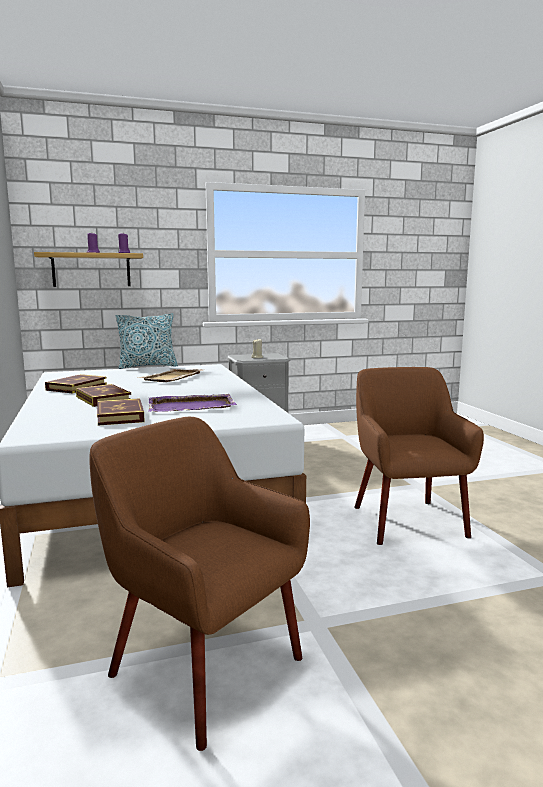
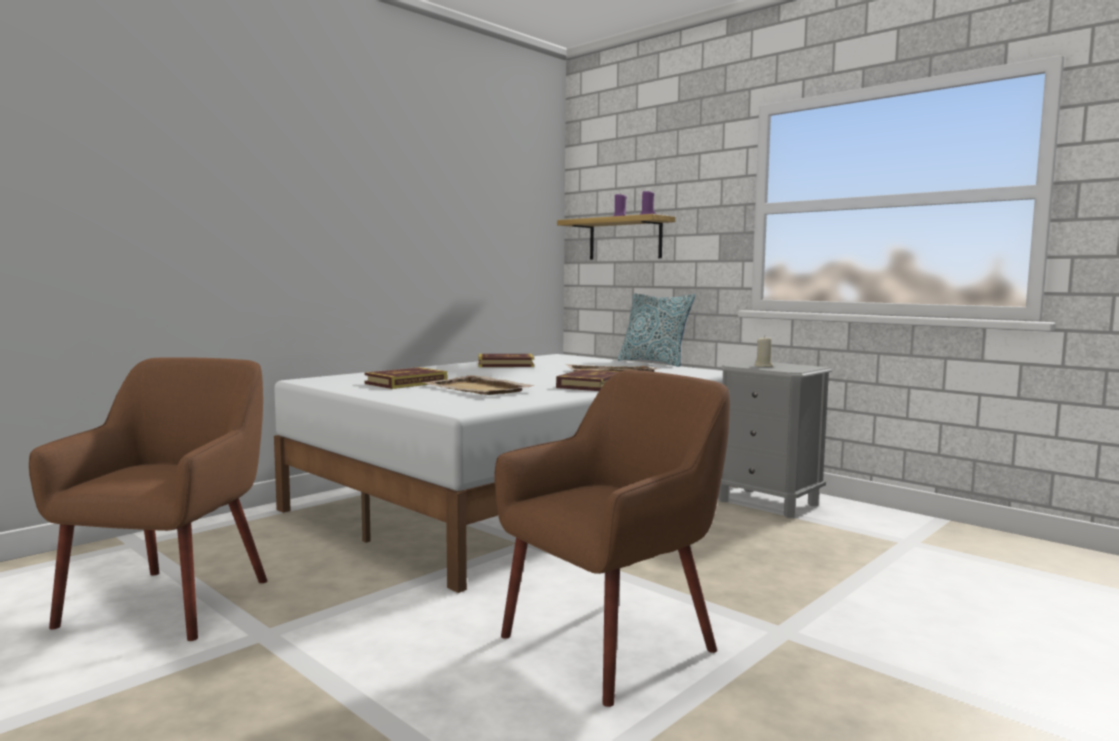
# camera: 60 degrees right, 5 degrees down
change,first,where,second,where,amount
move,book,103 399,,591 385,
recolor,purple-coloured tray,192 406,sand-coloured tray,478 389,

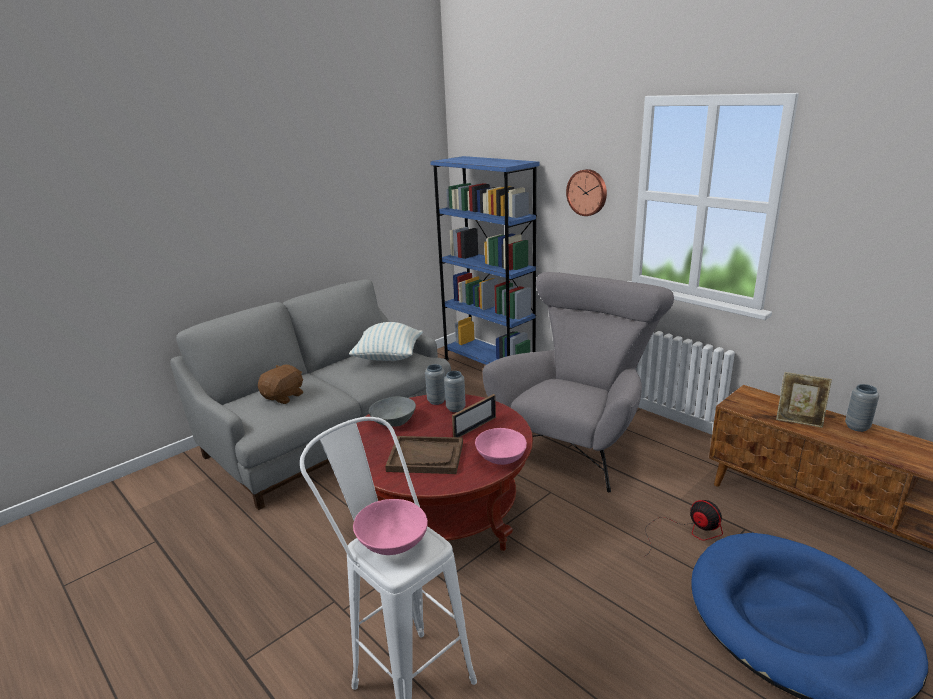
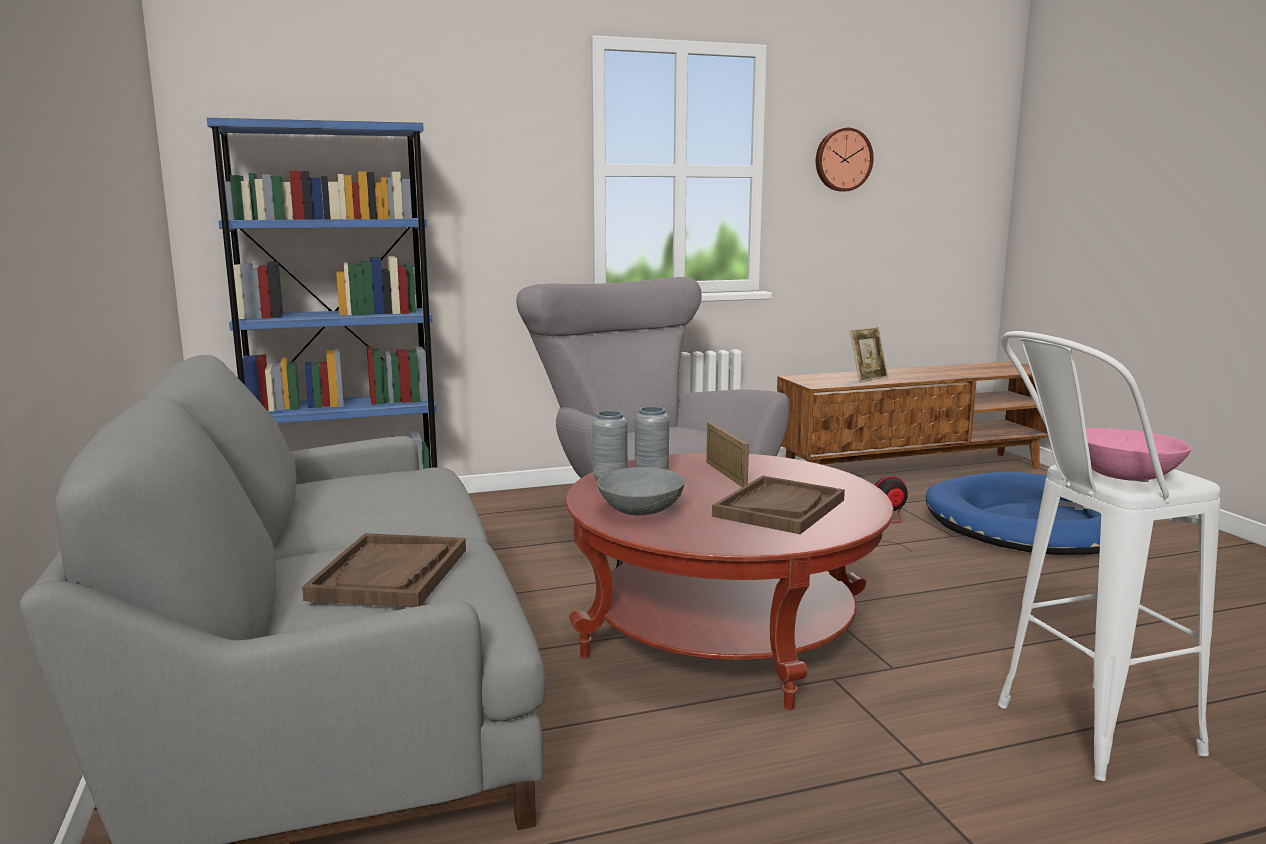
# camera: 65 degrees left, 10 degrees down
change,first,where,second,where,amount
move,clock on the wall,587 192,,842 160,
delete,cushion,388 358,,,
replace,brown cuddly toy,284 397,brown tray,390 574,
delete,gray decorative vase,857 427,,,
delete,pink-coloured serving bowl,500 457,,,

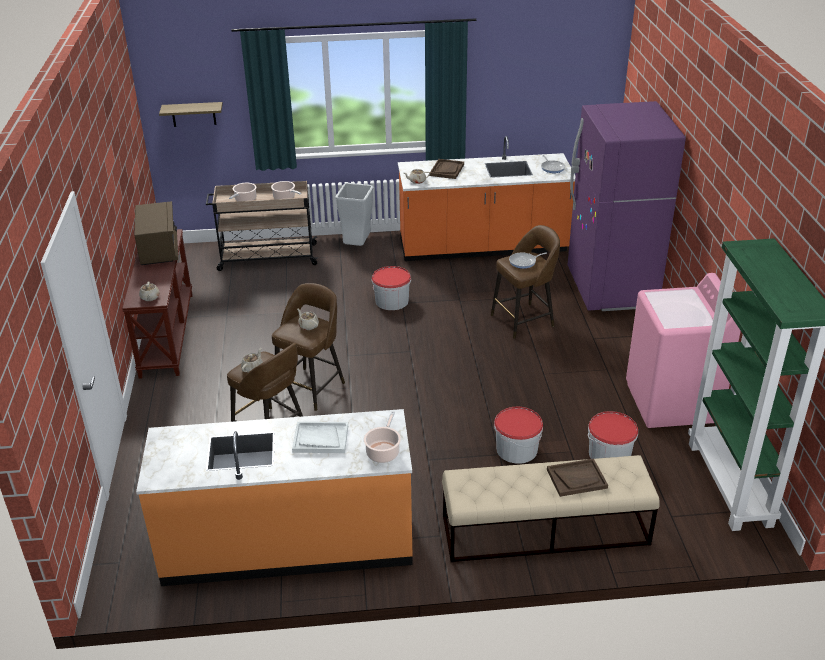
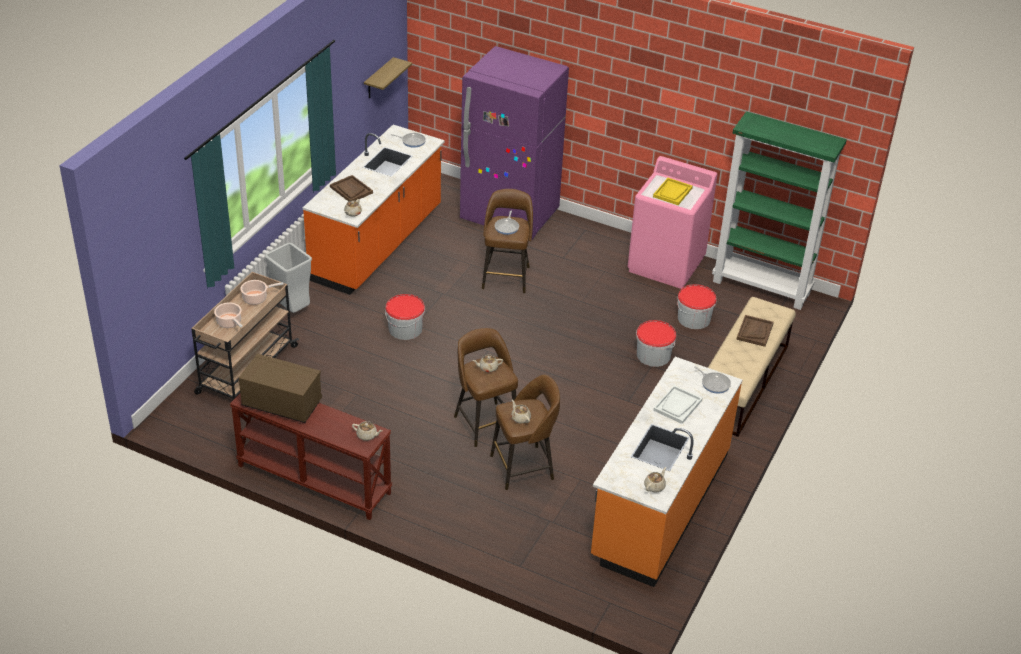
# camera: 60 degrees left, 5 degrees up
change,first,where,second,where,amount
move,bracket shelf,193 114,,378 79,
replace,cooking pot,383 451,skillet,714 383,
insert,,,yellow-coloured tray,672 192,
insert,,,sand-coloured teapot,654 486,

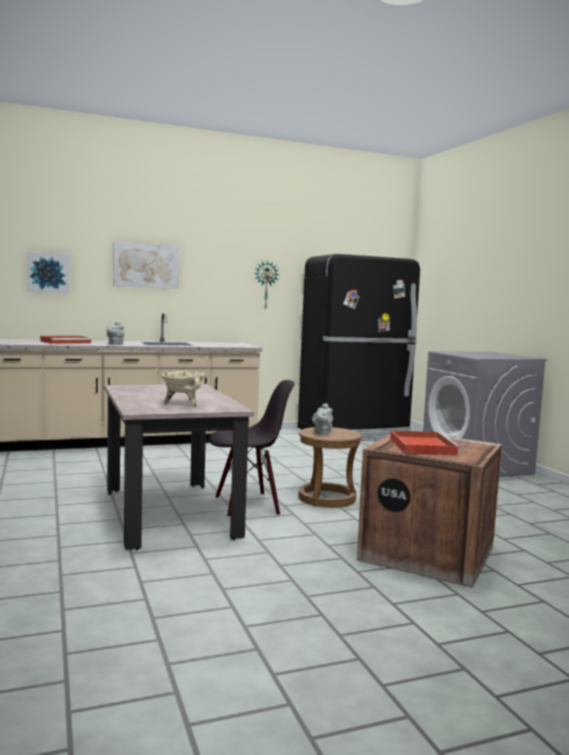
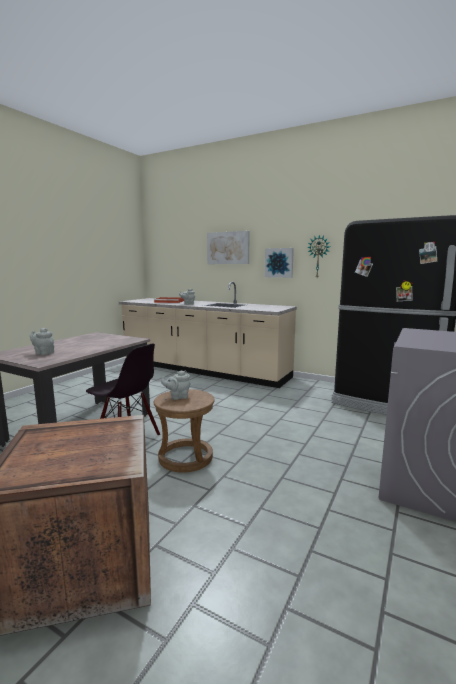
# camera: 50 degrees right, 5 degrees up
change,first,where,second,where,amount
move,picture,48 273,,279 262,
replace,sand-coloured cooking pot,182 404,gray teapot,43 353,
delete,reddish tray,421 446,,,

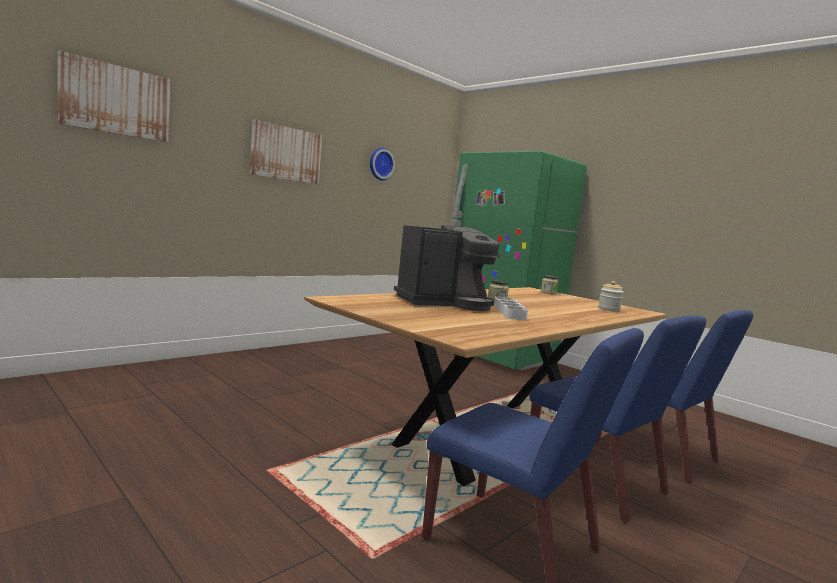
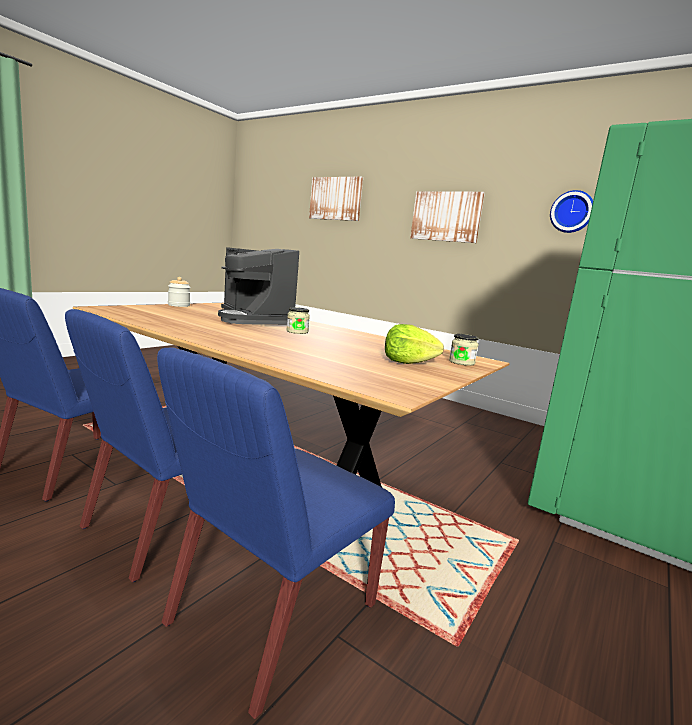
# camera: 80 degrees right, 5 degrees up
change,first,where,second,where,amount
move,jar,609 309,,179 305,
delete,white-coloured tray,509 312,,,
insert,,,lettuce,408 362,

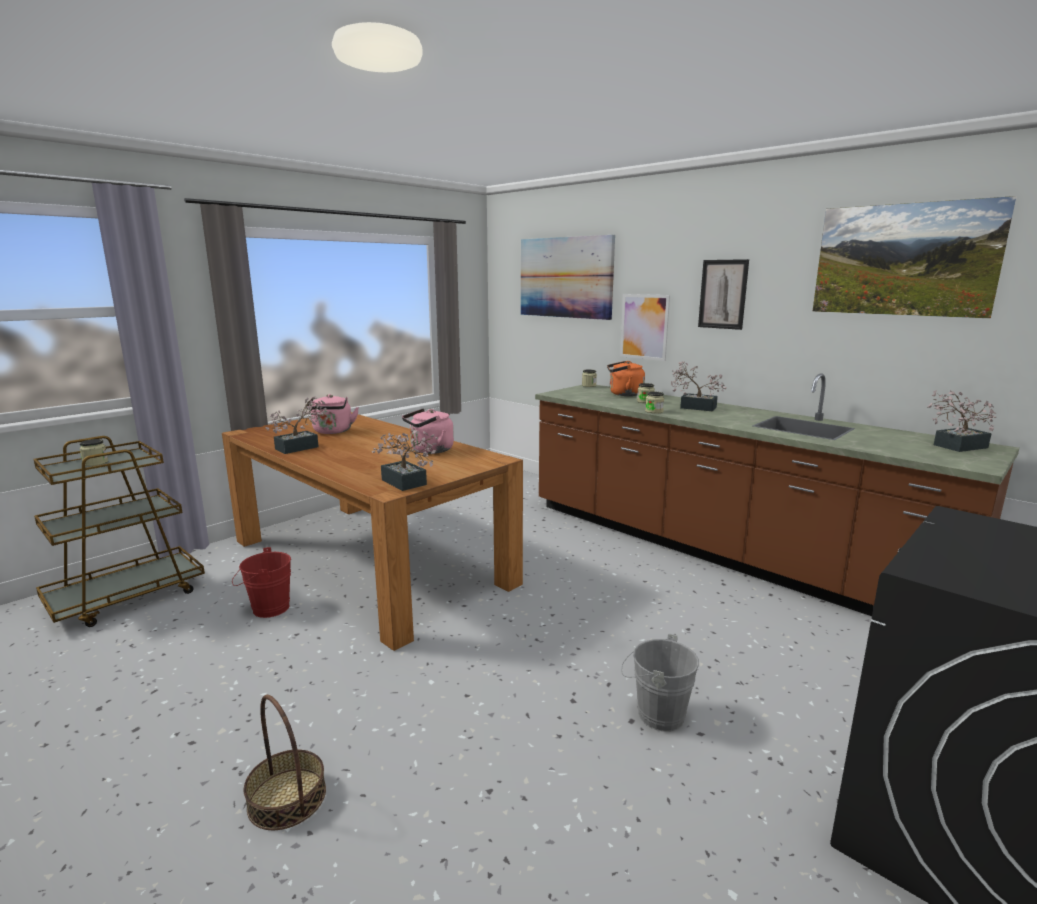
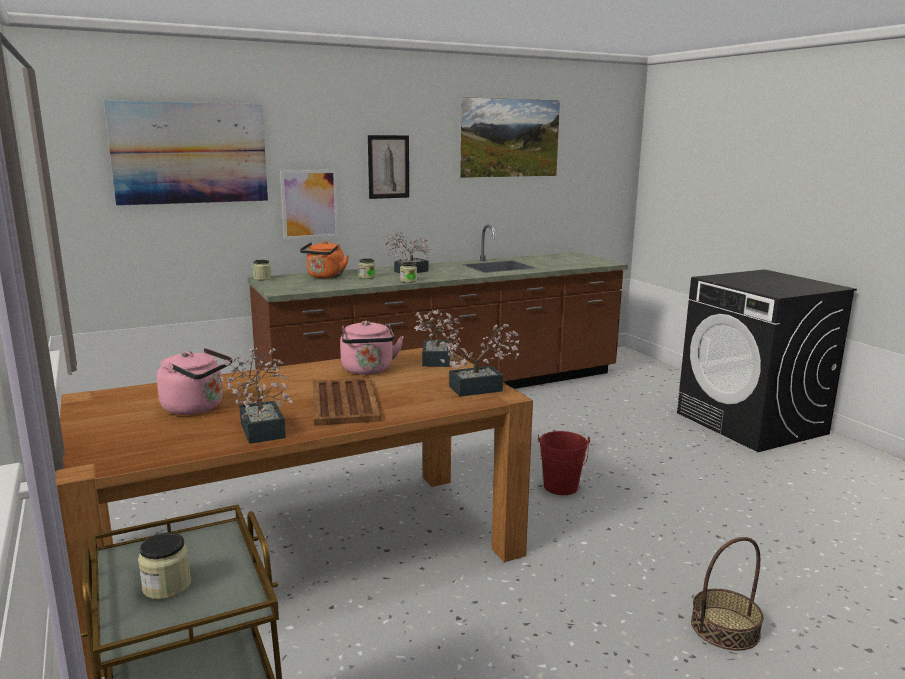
# camera: 70 degrees left, 0 degrees up
change,first,where,second,where,amount
move,plant in a pot,955 446,,435 362,
move,reddish bucket,266 609,,561 489,
delete,gray bucket,655 713,,,
insert,,,brown tray,345 402,

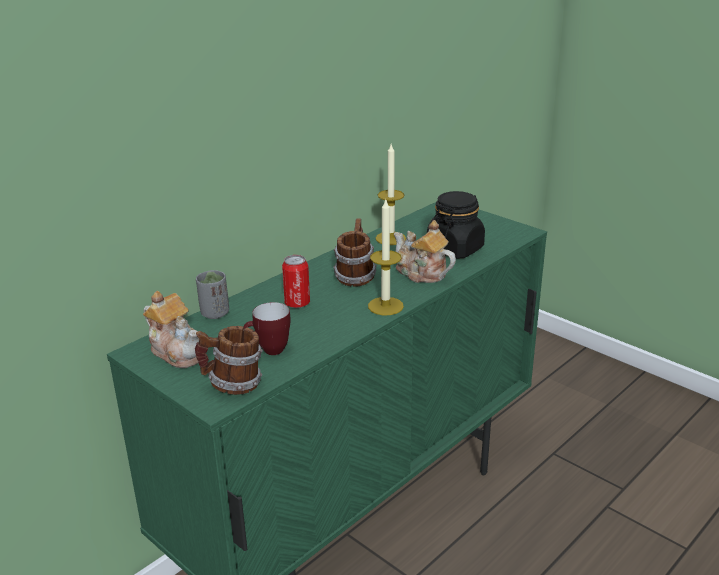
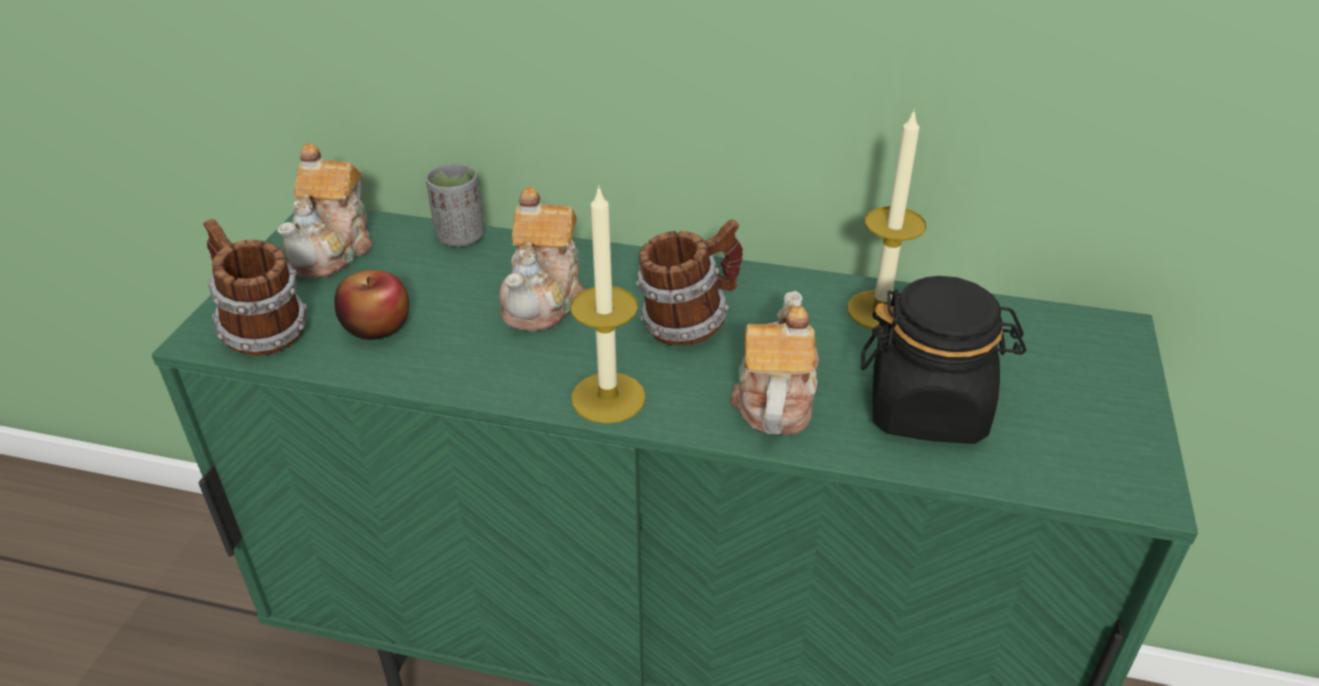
# camera: 60 degrees right, 10 degrees up
change,first,where,second,where,amount
replace,can,297 303,teapot,545 298,
replace,coffee mug,268 351,apple fruit,377 326,

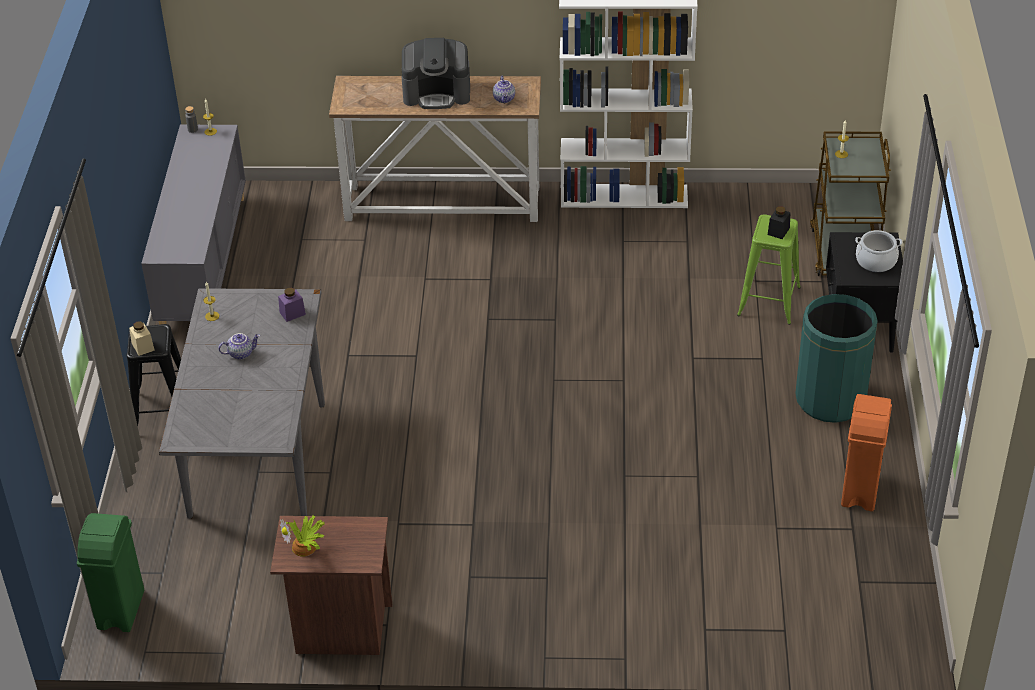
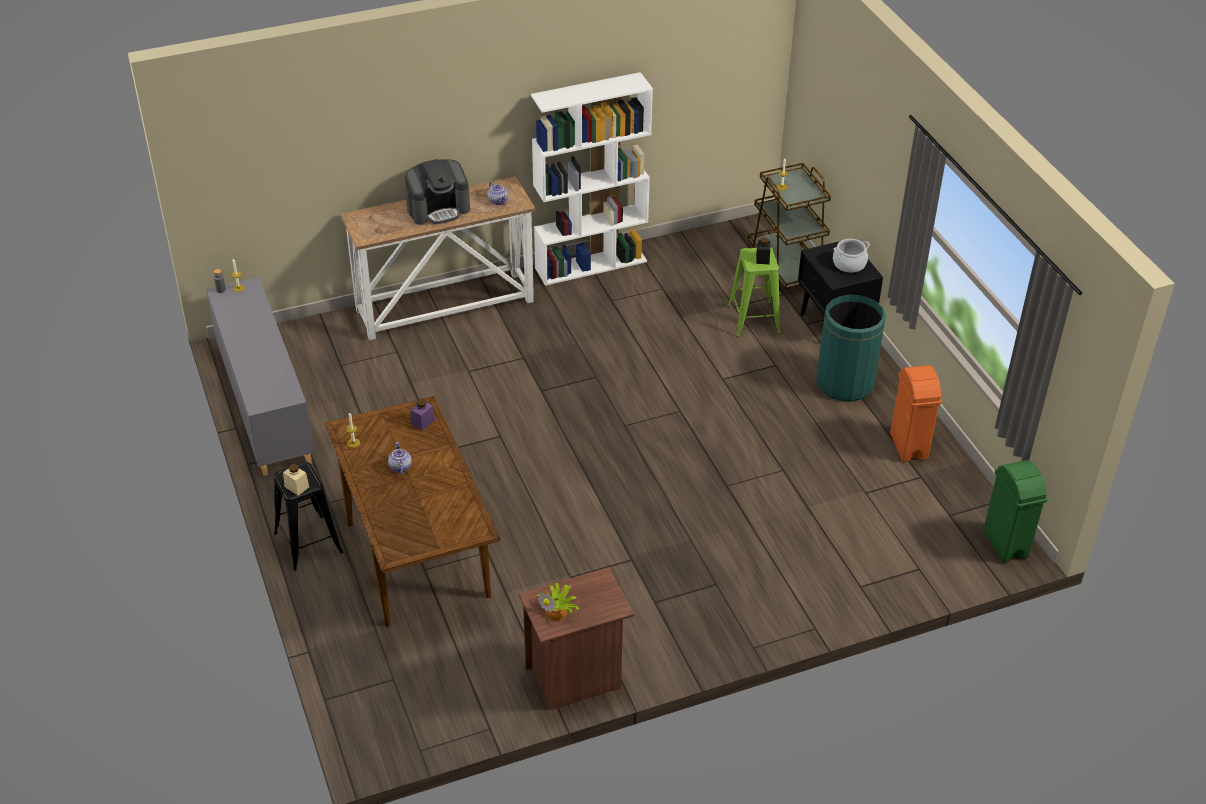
# camera: 25 degrees left, 0 degrees up
change,first,where,second,where,amount
recolor,gray kitchen table,257 457,brown kitchen table,417 557,
rotate,teapot,241 353,,399 467,60 degrees counterclockwise
move,greenish trash can,120 610,,1005 544,

